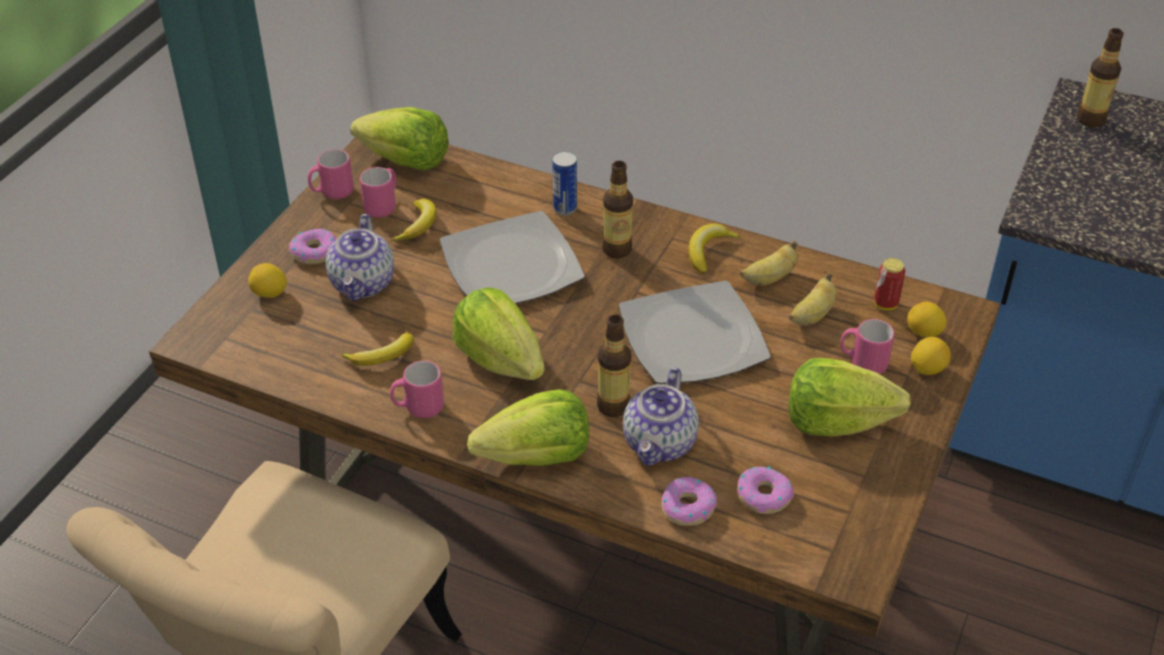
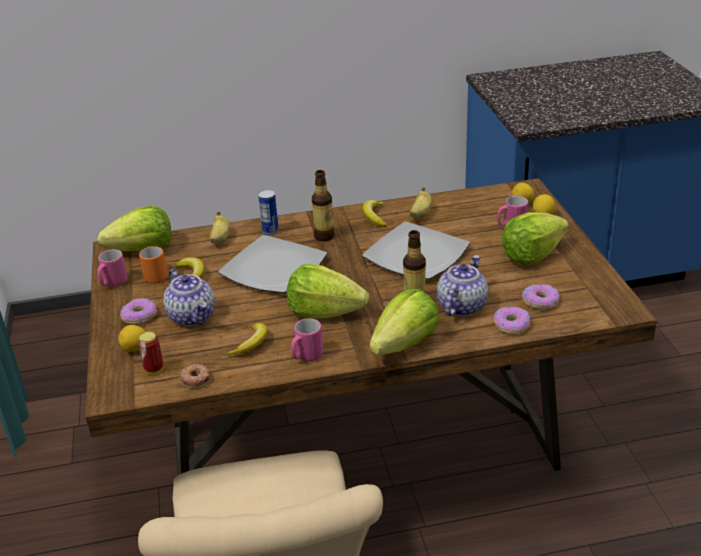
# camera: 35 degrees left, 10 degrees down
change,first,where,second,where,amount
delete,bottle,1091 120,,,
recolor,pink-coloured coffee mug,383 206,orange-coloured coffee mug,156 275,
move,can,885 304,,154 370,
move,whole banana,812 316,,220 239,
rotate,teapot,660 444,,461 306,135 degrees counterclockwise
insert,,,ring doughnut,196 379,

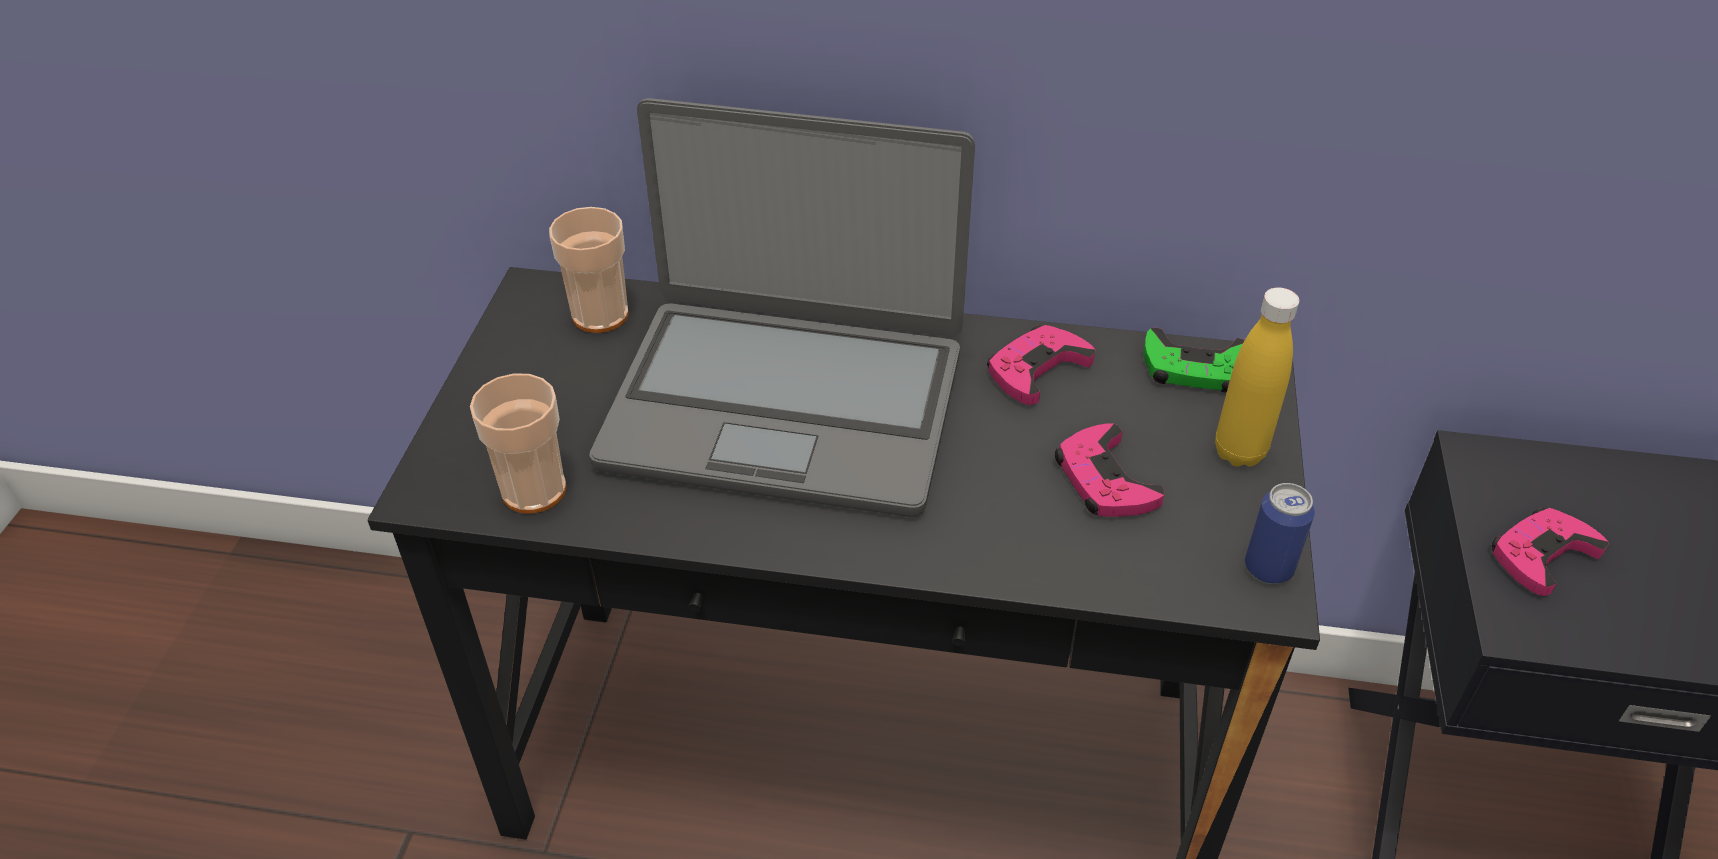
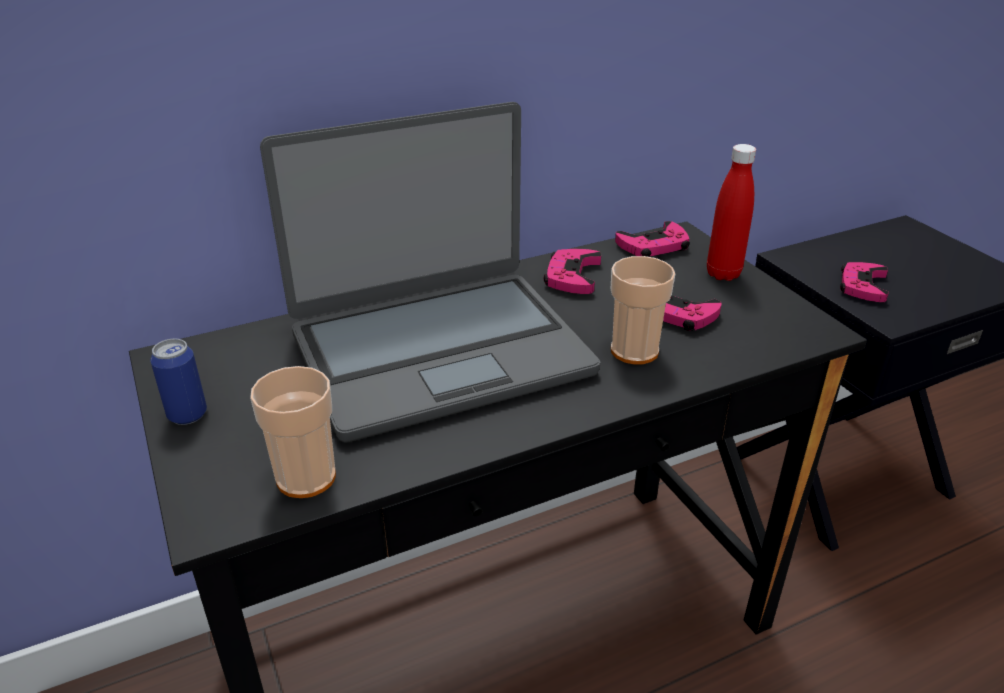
# camera: 35 degrees left, 10 degrees down
change,first,where,second,where,amount
move,small cup,600 315,,634 351,
recolor,yellow-coloured bottle,1239 452,reddish bottle,723 274,
recolor,greenish game controller,1194 368,pink-coloured game controller,653 246,
move,can,1268 568,,187 414,

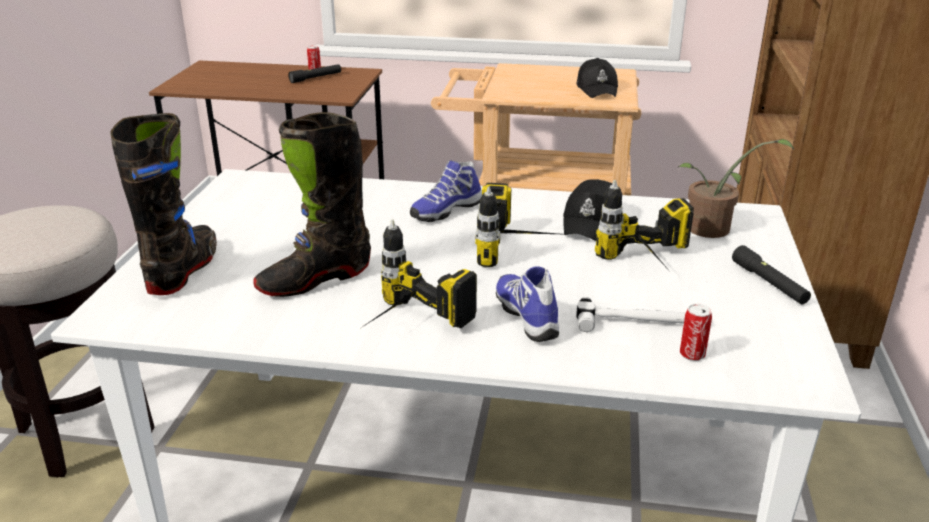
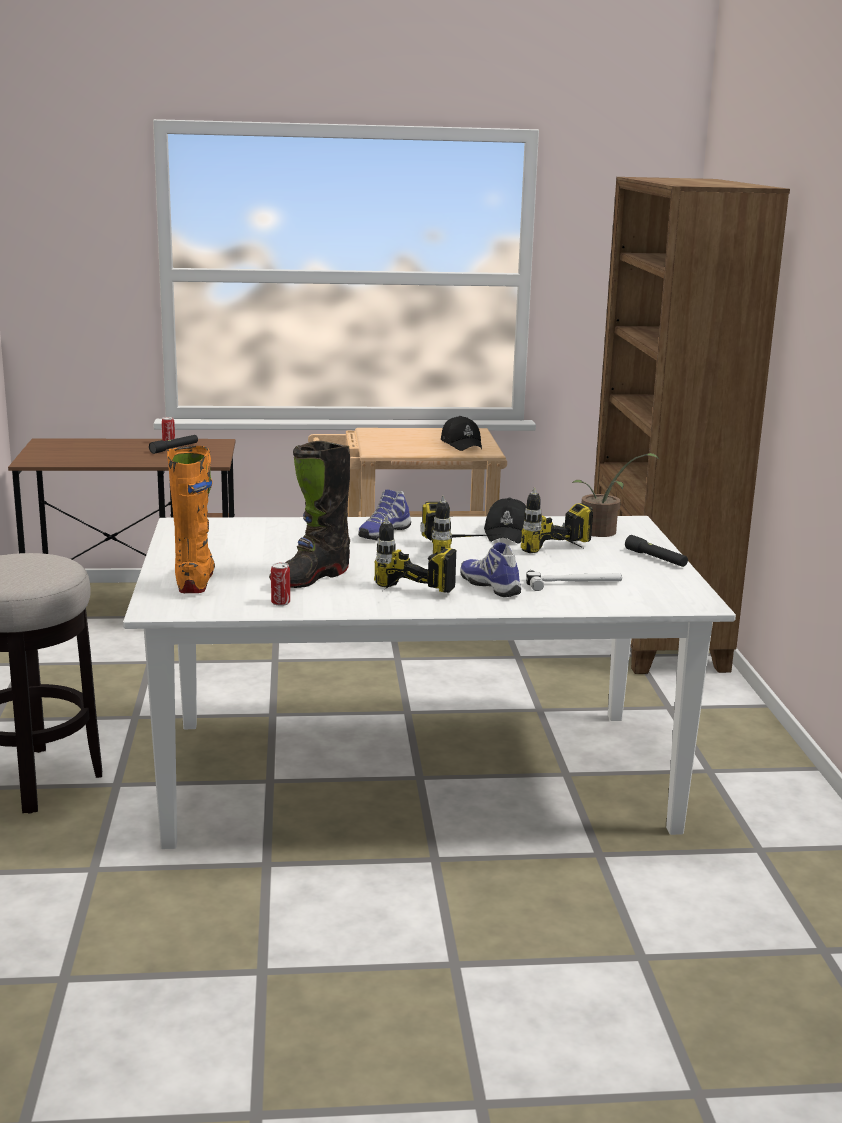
# camera: 15 degrees left, 10 degrees down
change,first,where,second,where,amount
recolor,black-coloured tall boot,184 270,orange-coloured tall boot,195 580,
move,can,692 354,,280 602,

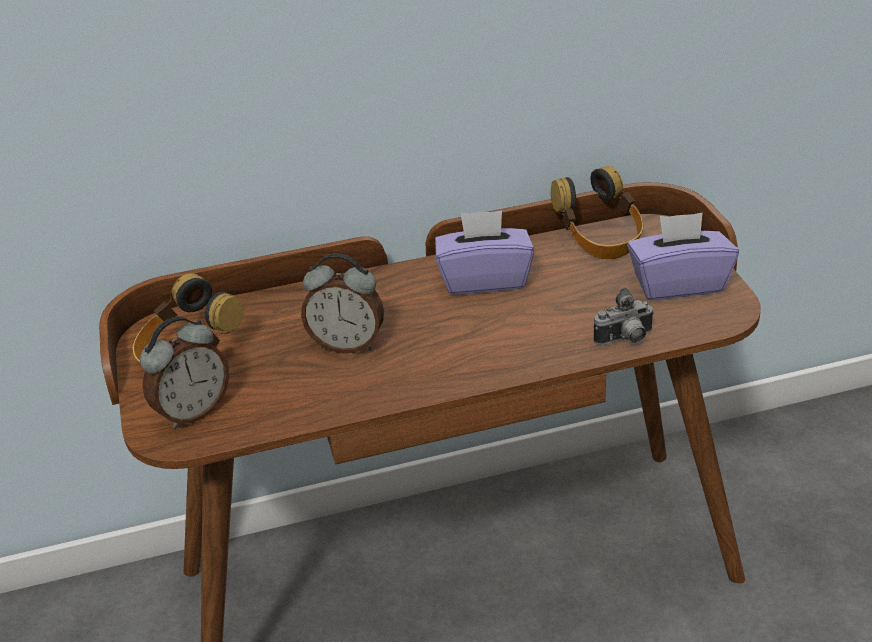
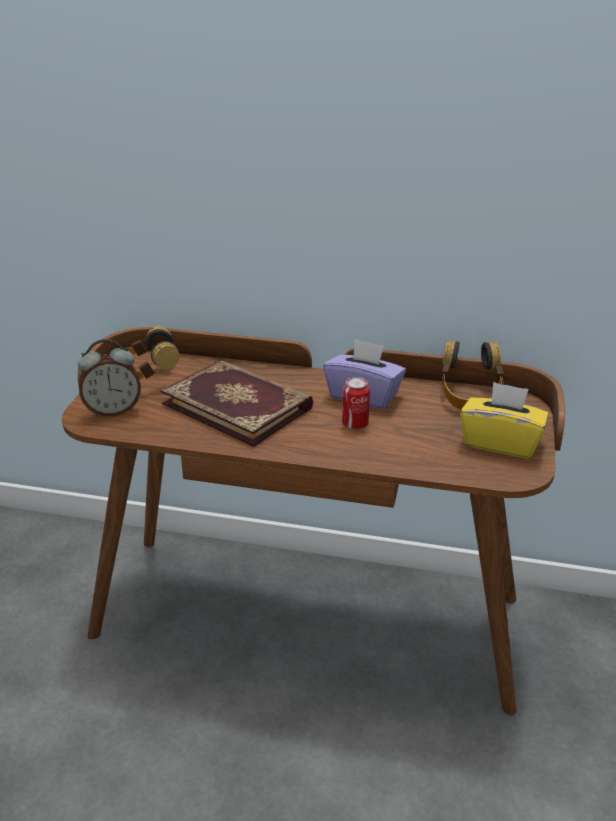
# camera: 25 degrees right, 5 degrees down
change,first,where,second,where,amount
recolor,purple-coloured tissue holder,678 284,yellow-coloured tissue holder,500 443,
replace,bedside clock,348 344,book,238 405,
delete,still camera,625 340,,,
insert,,,can,355 424,

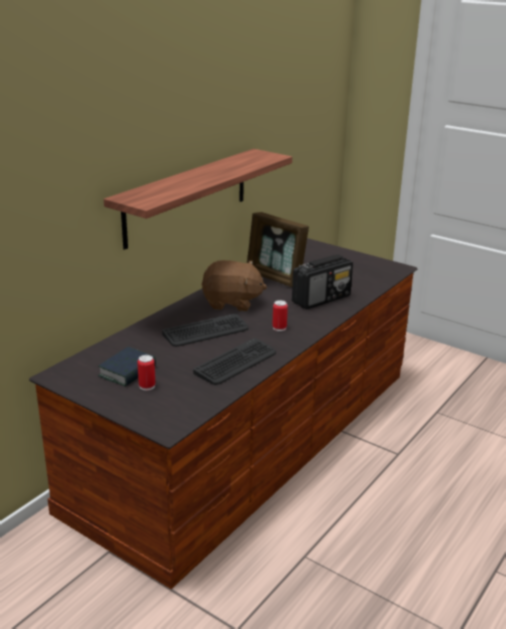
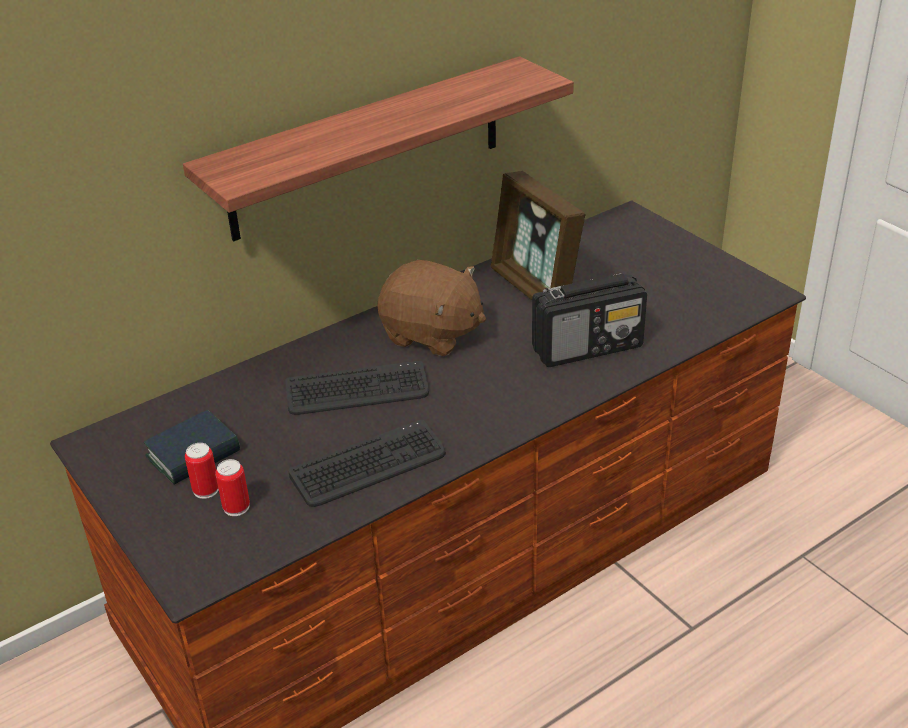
# camera: 20 degrees right, 10 degrees up
change,first,where,second,where,amount
move,can,279 328,,236 507,

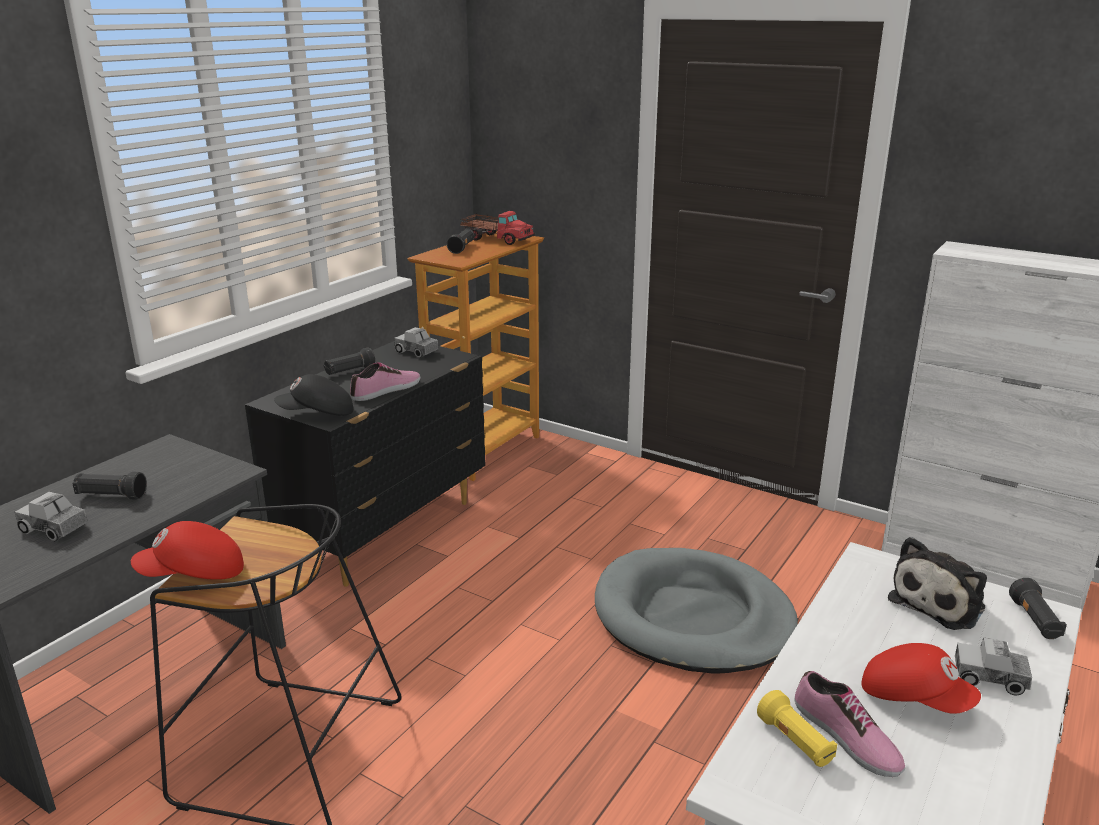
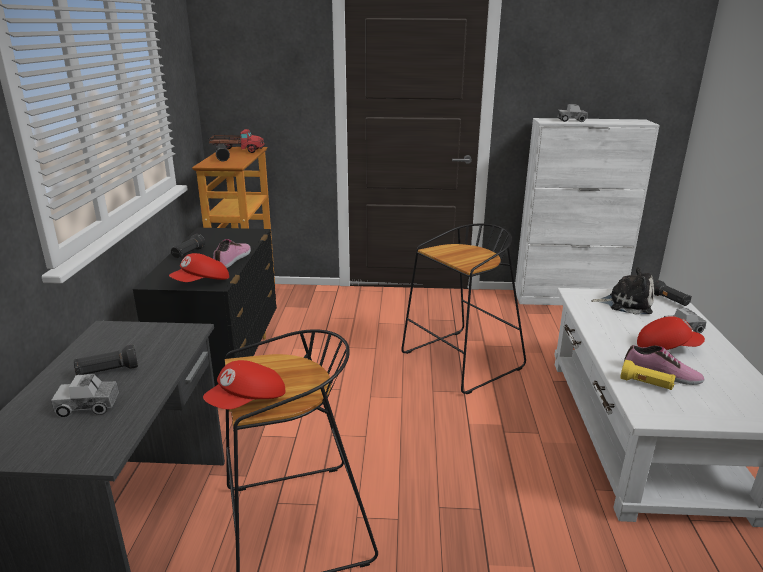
# camera: 30 degrees left, 0 degrees up
change,first,where,second,where,amount
move,toy truck,417 352,,571 120,
recolor,black-coloured baseball cap,317 414,reddish baseball cap,202 283,
rotate,cuddly toy,940 602,,626 303,90 degrees counterclockwise
replace,gray pet bed,692 617,black-coloured sitting stool,461 362,

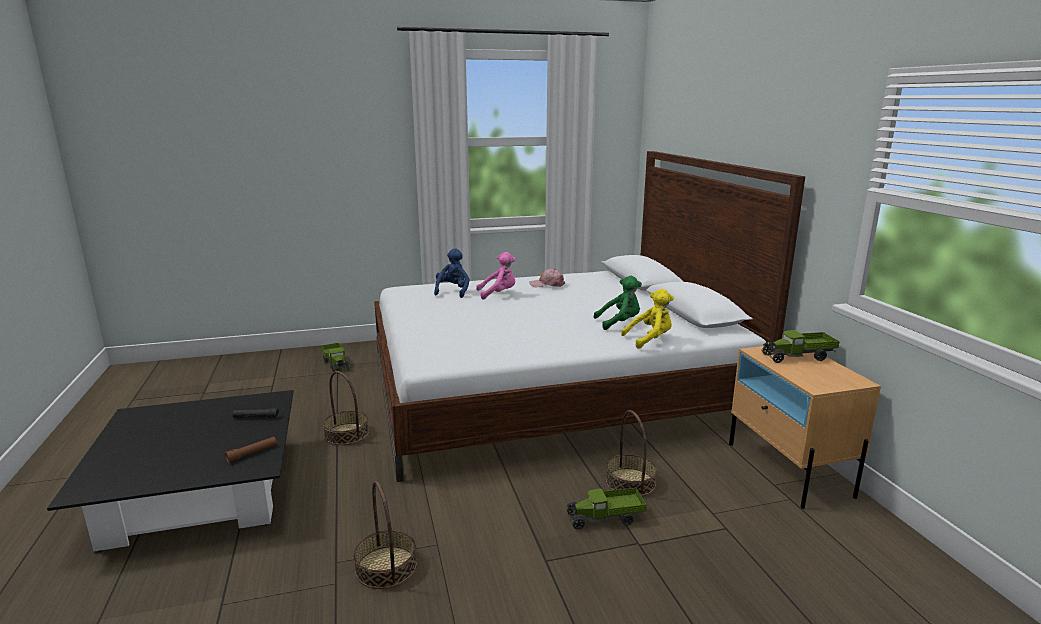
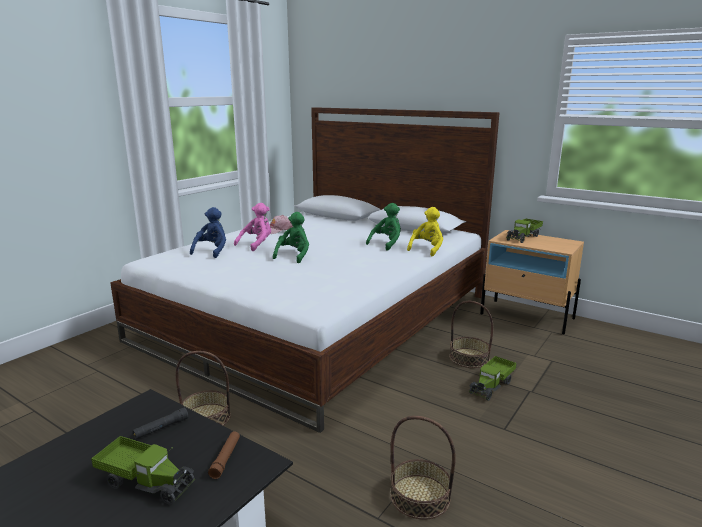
# camera: 40 degrees left, 0 degrees up
change,first,where,second,where,amount
rotate,bluish cuddly toy,453 291,,212 251,45 degrees clockwise
move,toy truck,336 364,,146 481,
insert,,,greenish cuddly toy,294 256,

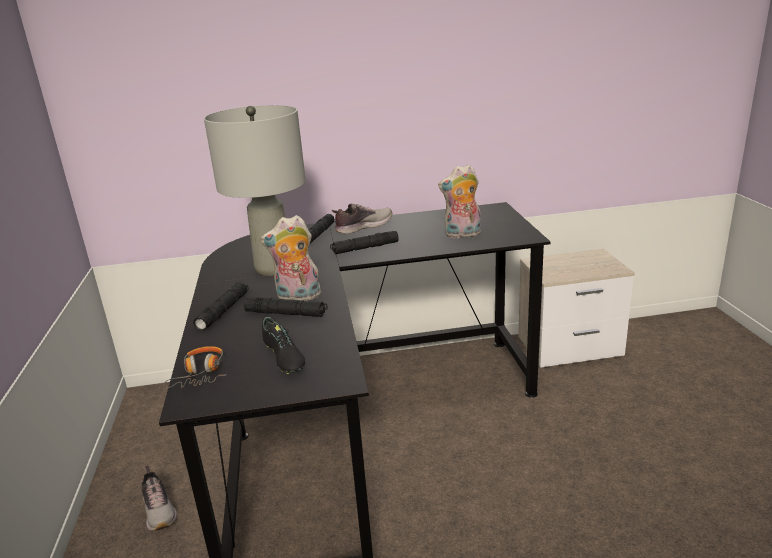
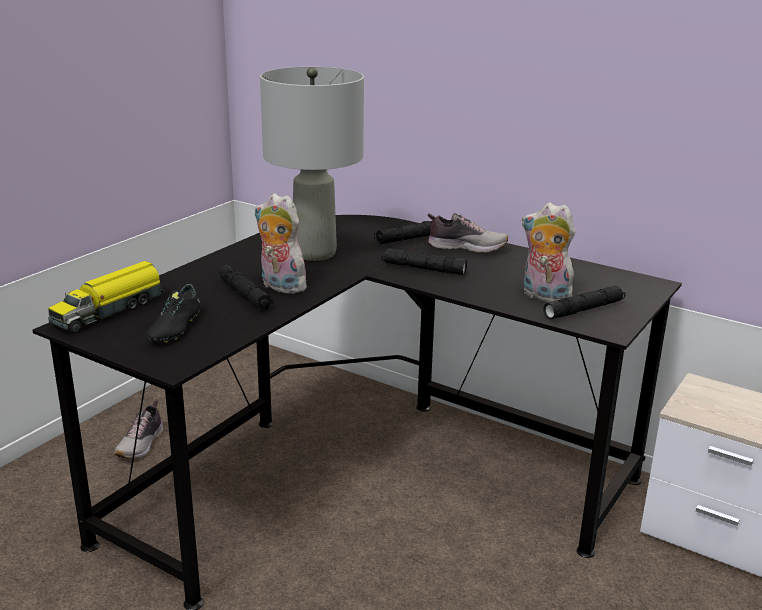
# camera: 40 degrees right, 0 degrees up
change,first,where,second,where,amount
move,black-coloured hand torch,223 311,,584 310,
replace,pair of headphones,201 374,toy truck,110 311,

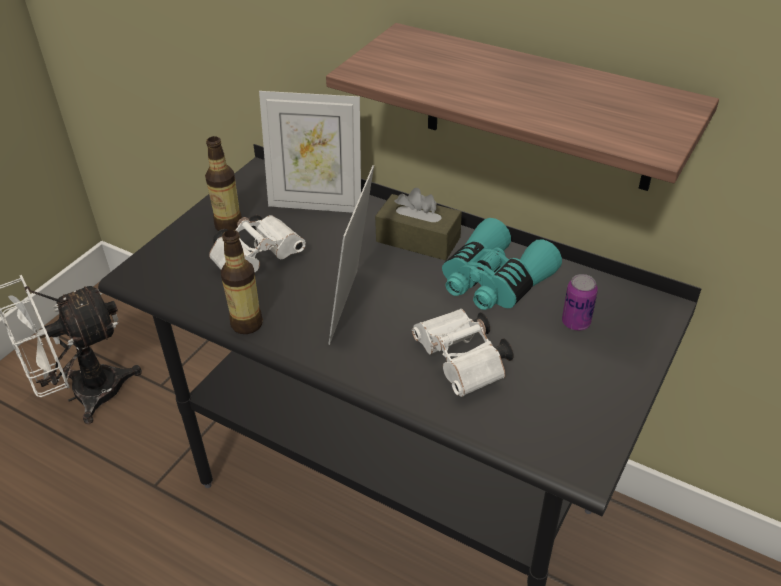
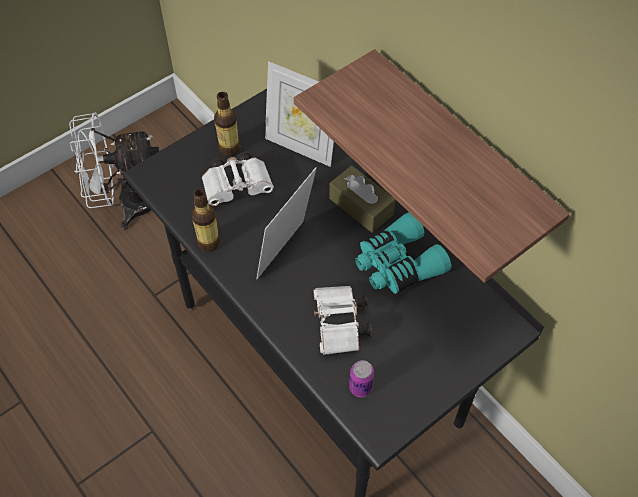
# camera: 20 degrees right, 15 degrees up
change,first,where,second,where,amount
move,can,576 322,,360 387,

